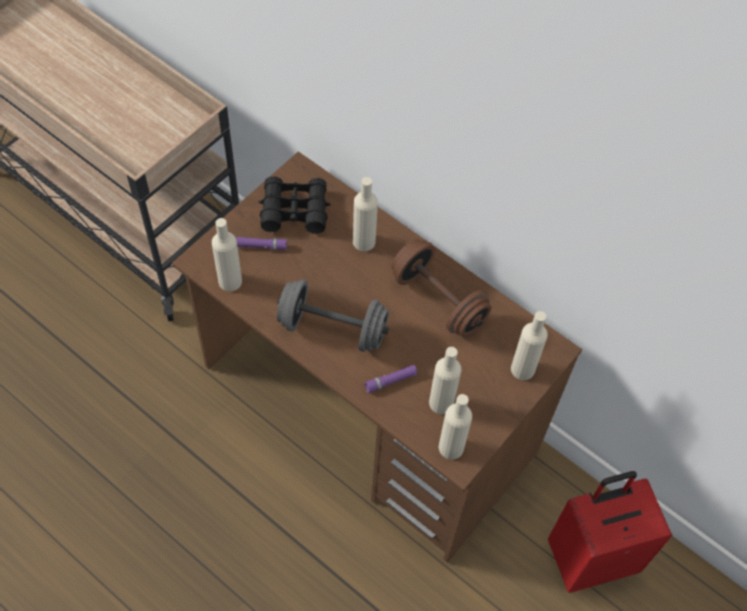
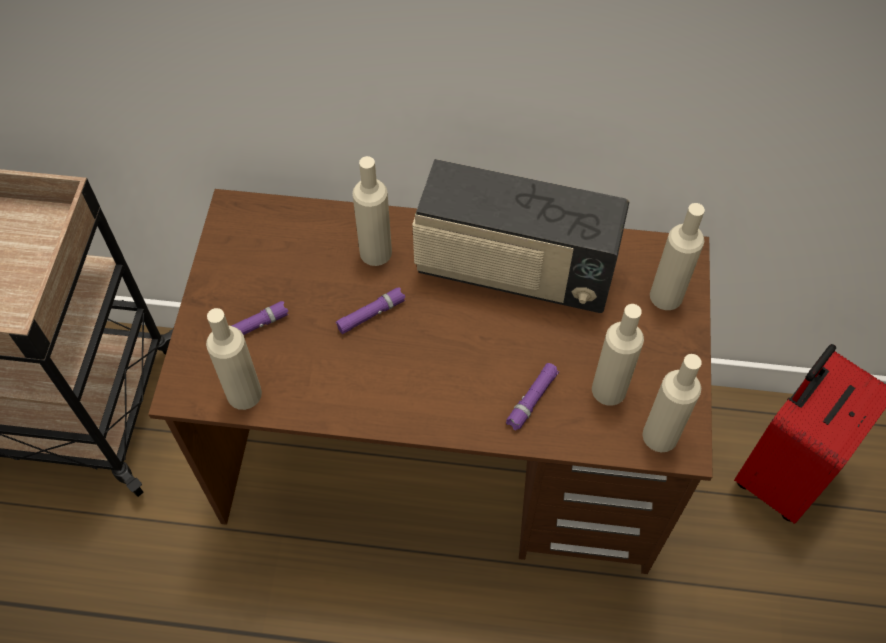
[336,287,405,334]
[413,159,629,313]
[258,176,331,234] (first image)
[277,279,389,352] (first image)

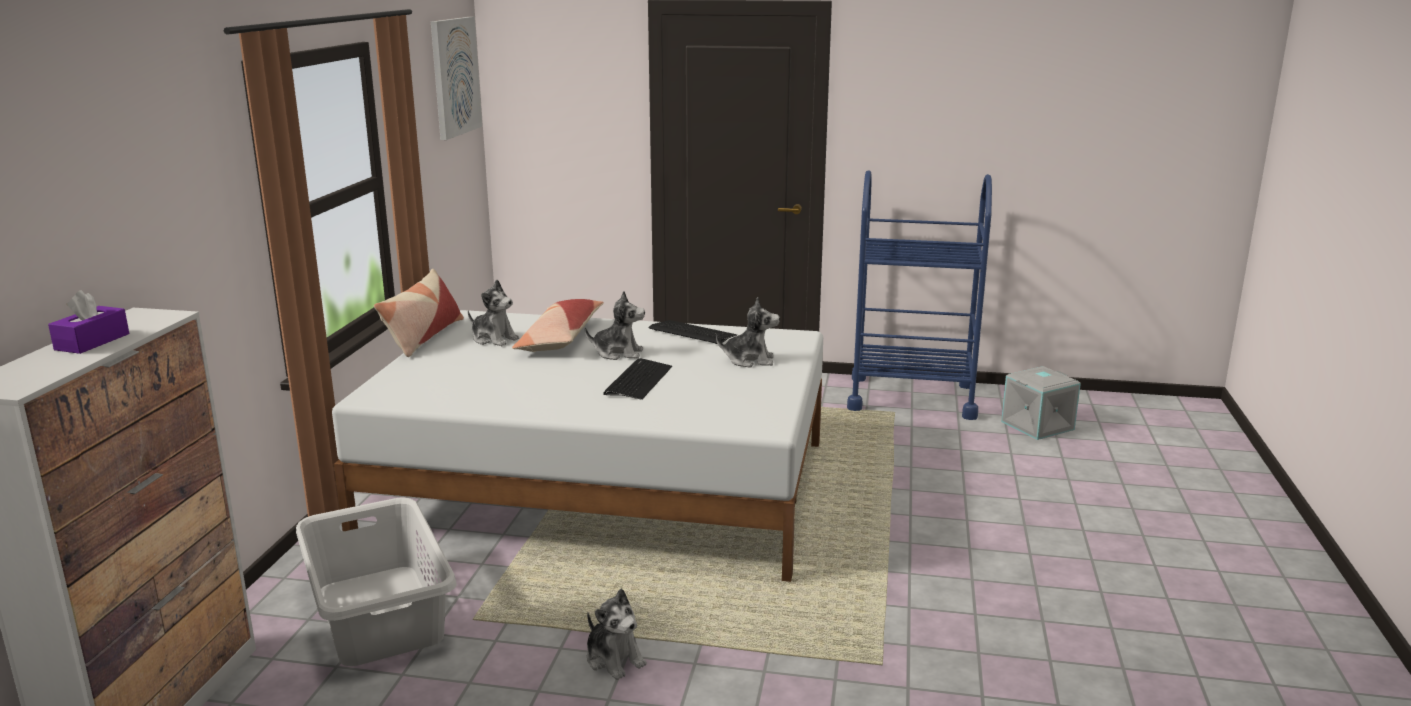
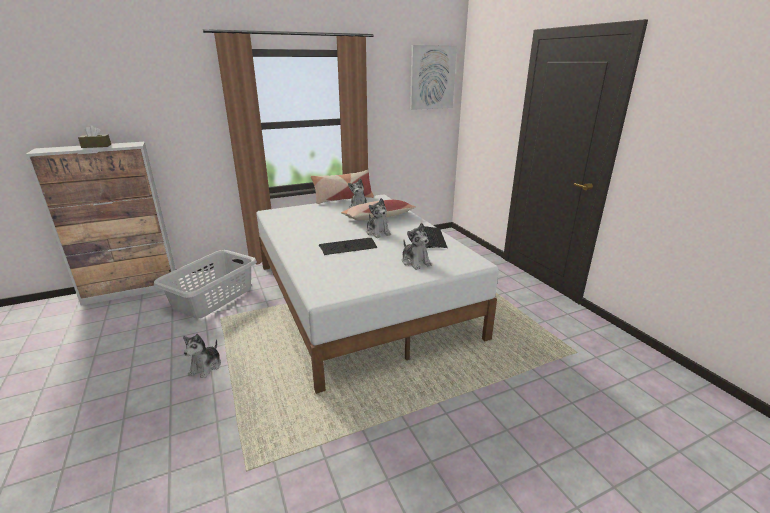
[78,125,111,148]
[847,170,992,420] (first image)
[1001,366,1081,440] (first image)

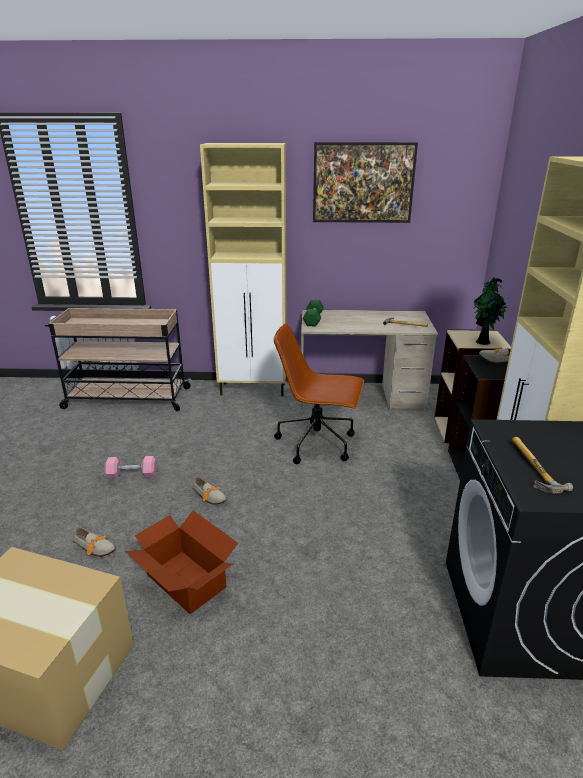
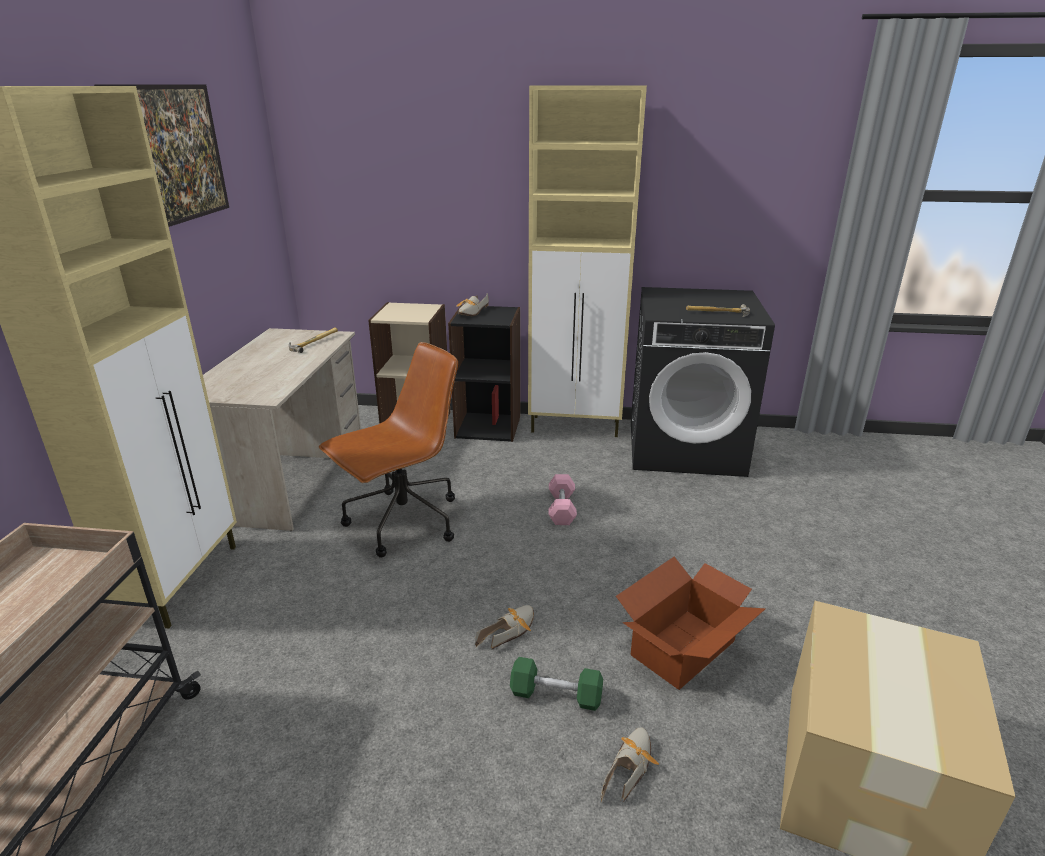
[319,342,458,558]
[510,657,603,711]
[549,474,577,525]
[474,277,507,345] (first image)

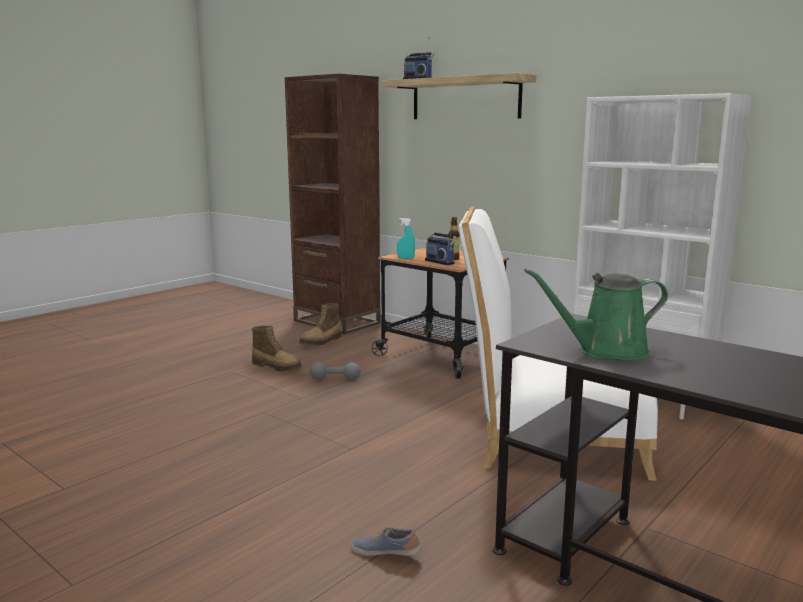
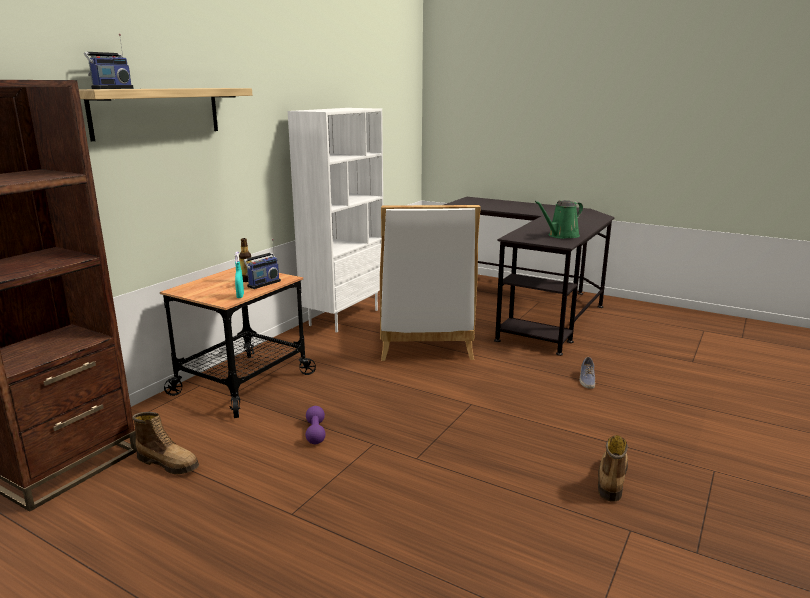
[306,406,326,444]
[535,200,583,239]
[598,435,628,502]

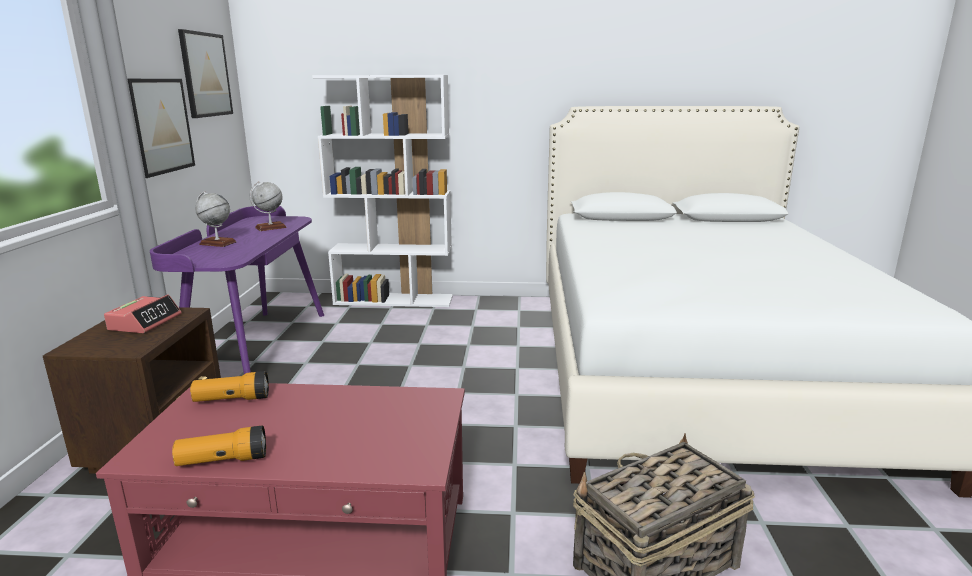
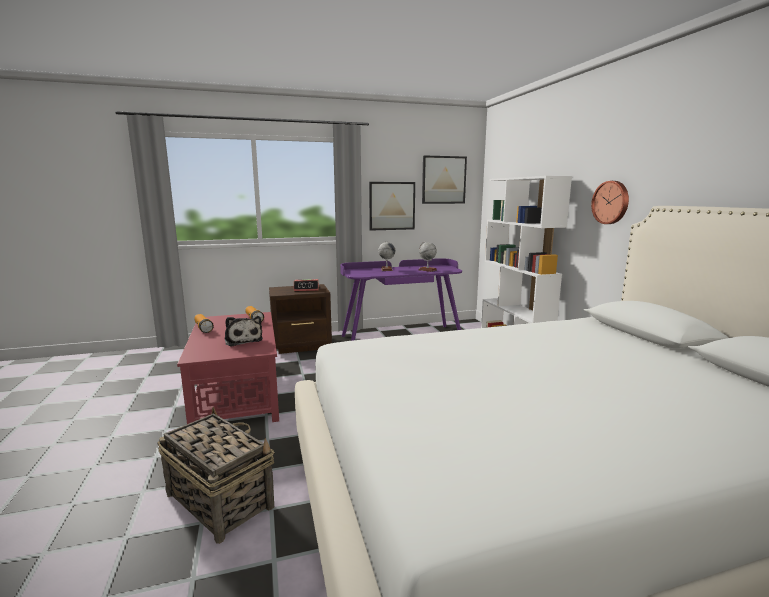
[225,316,263,347]
[591,181,629,224]

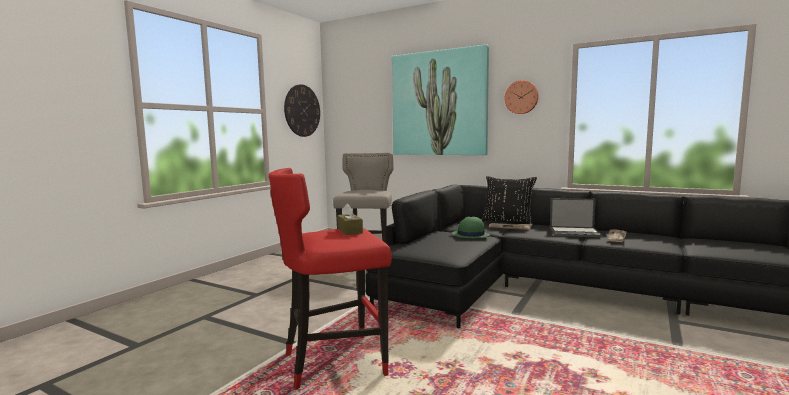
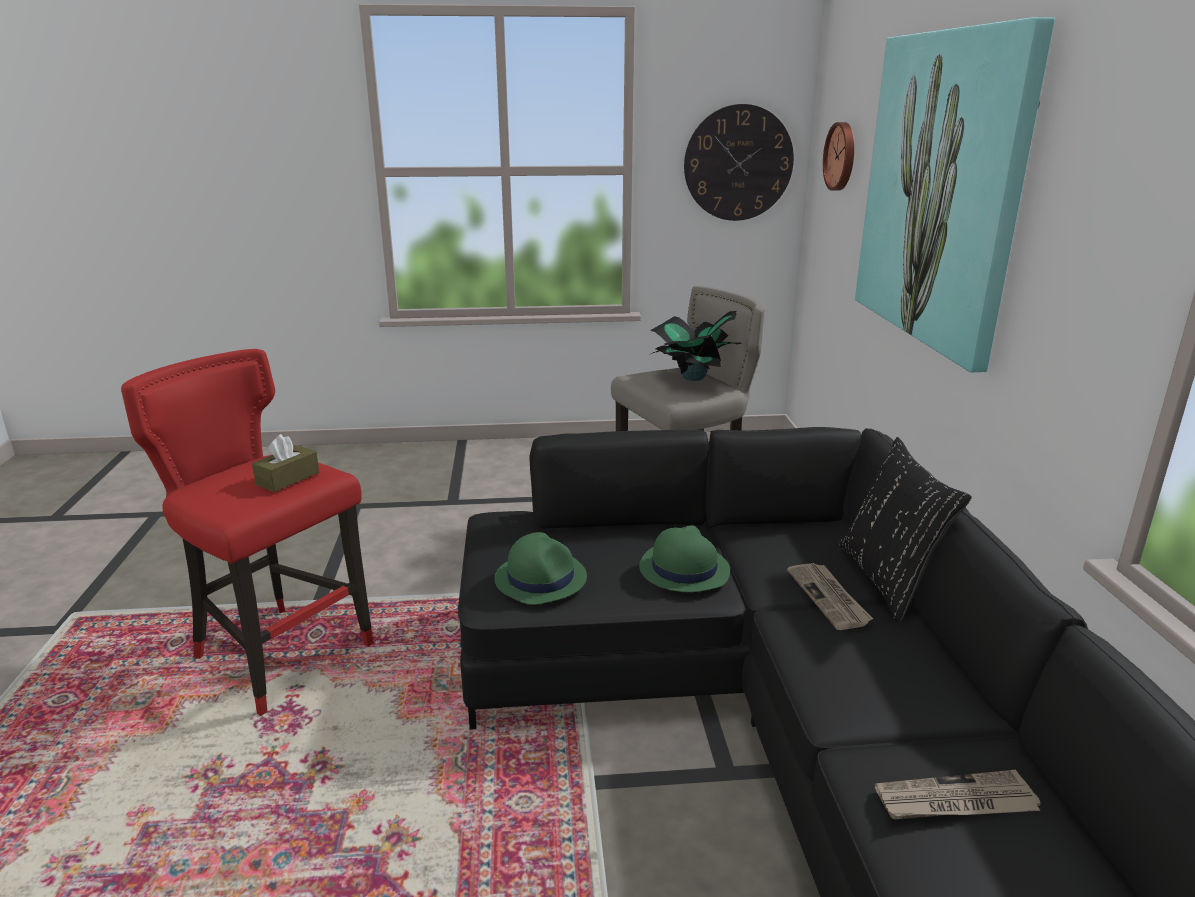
[494,532,587,605]
[649,311,742,381]
[823,122,854,191]
[550,198,603,237] (first image)

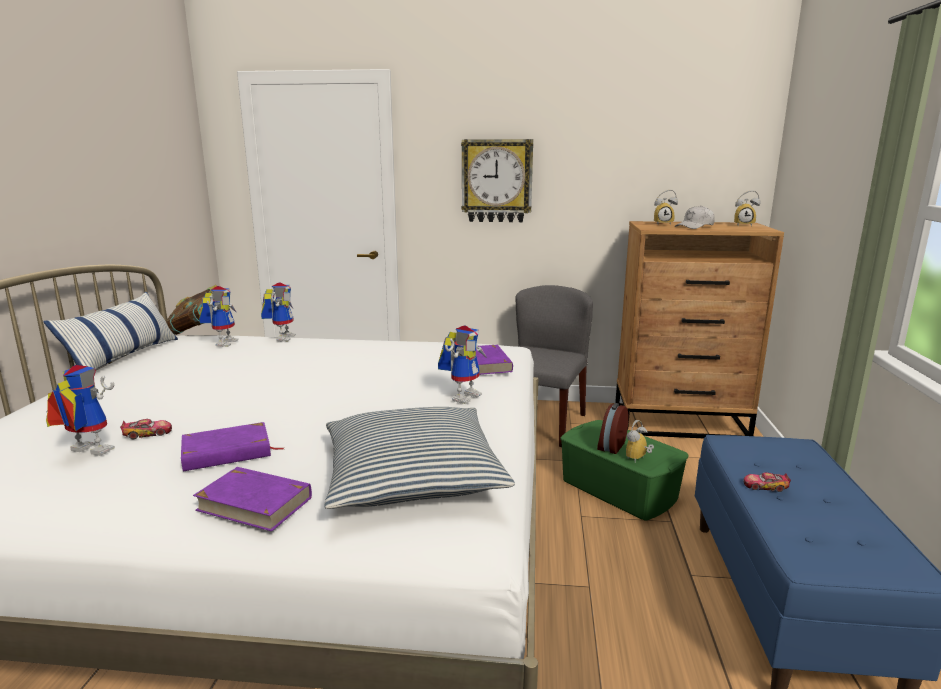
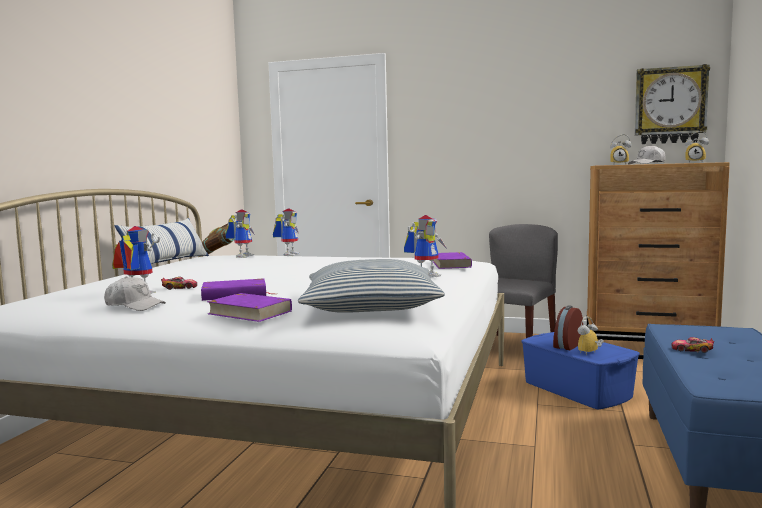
[104,276,166,311]
[521,332,640,409]
[635,64,710,144]

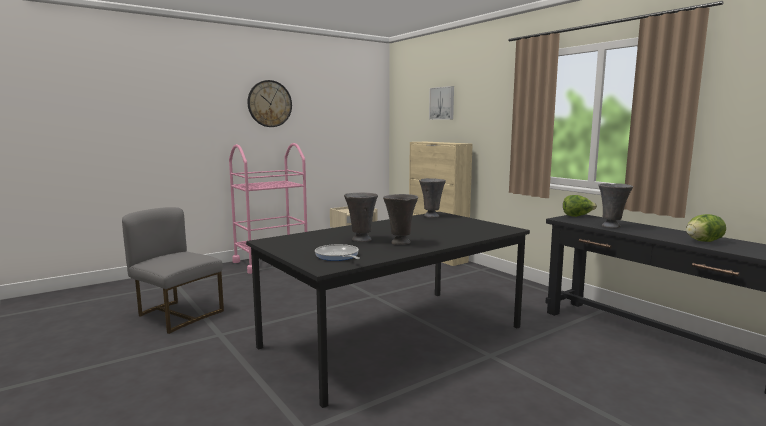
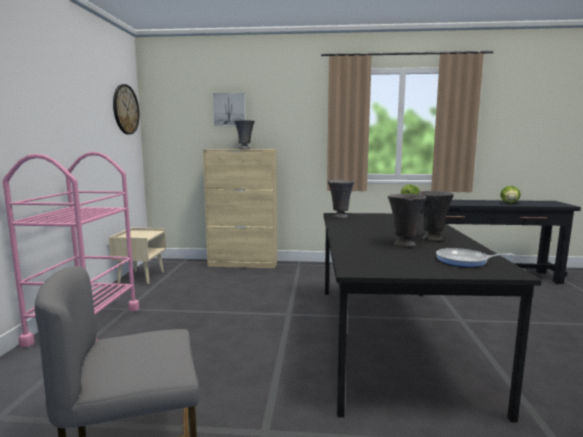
[113,84,140,135]
[234,120,255,149]

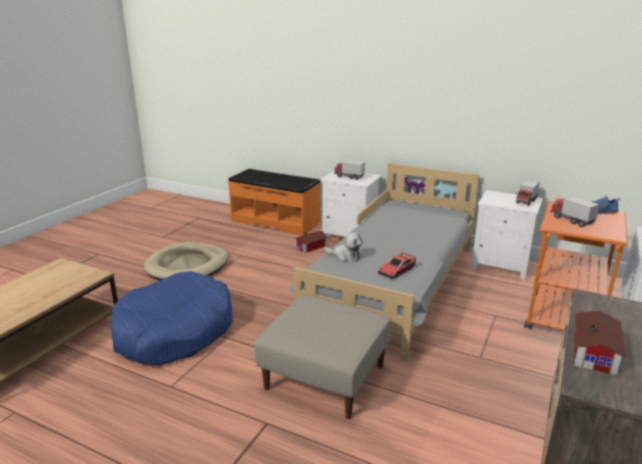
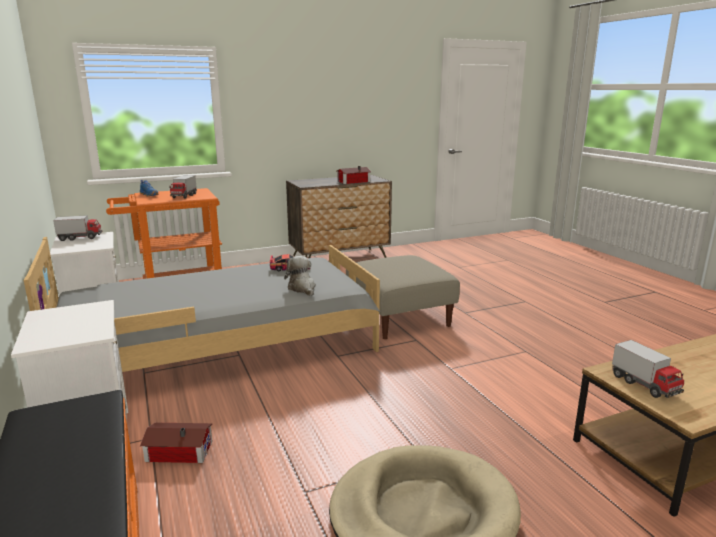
[612,340,684,398]
[111,271,233,365] (first image)

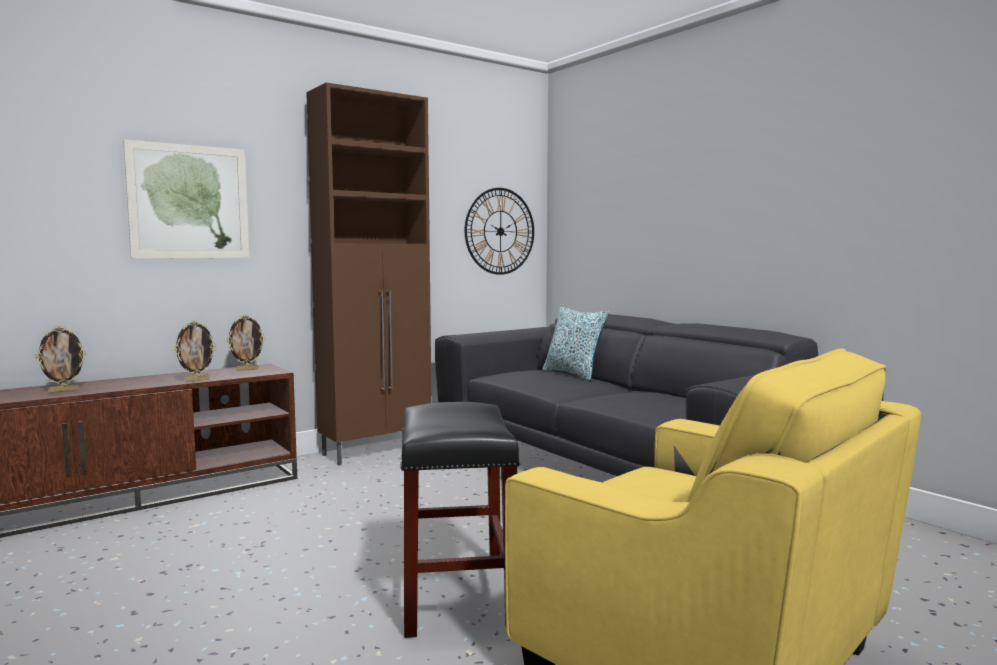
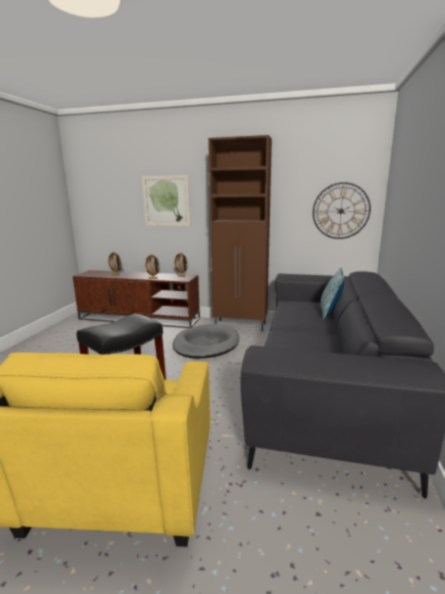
[173,324,239,359]

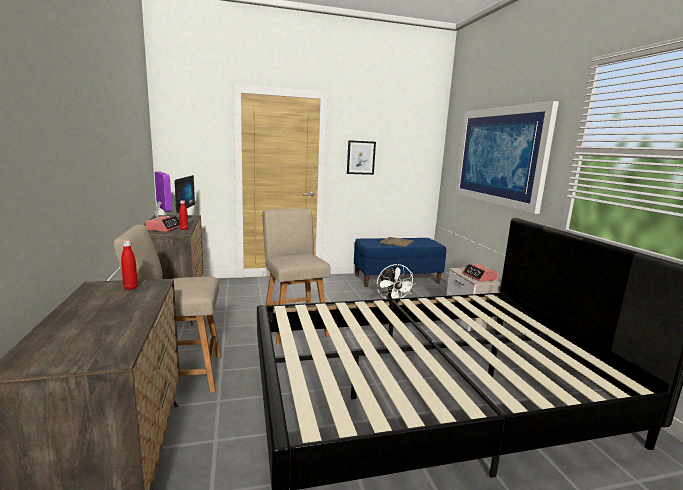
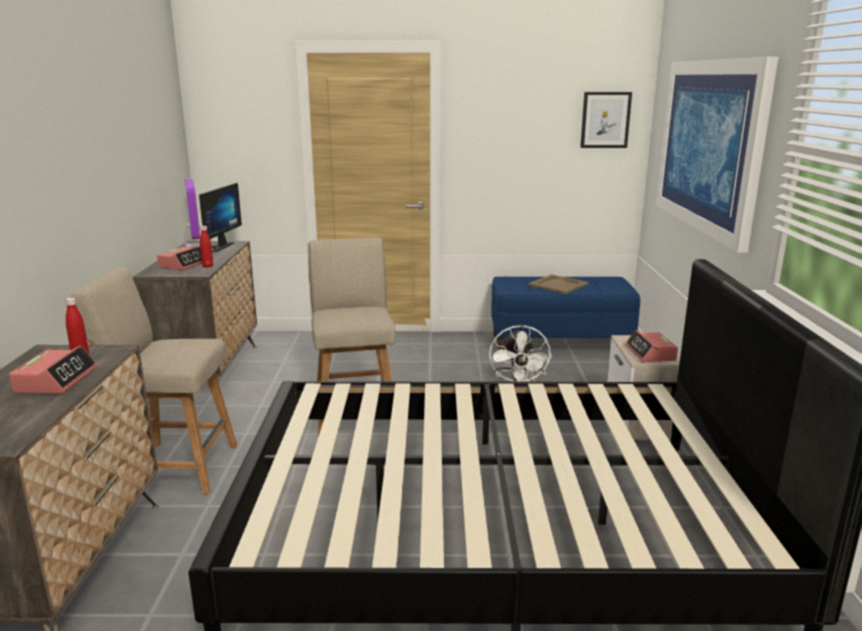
[9,346,97,394]
[580,92,632,148]

